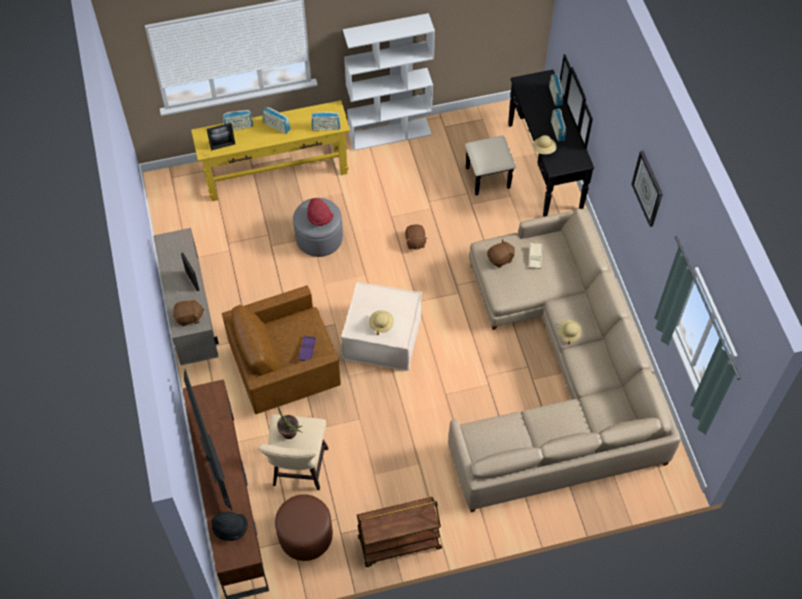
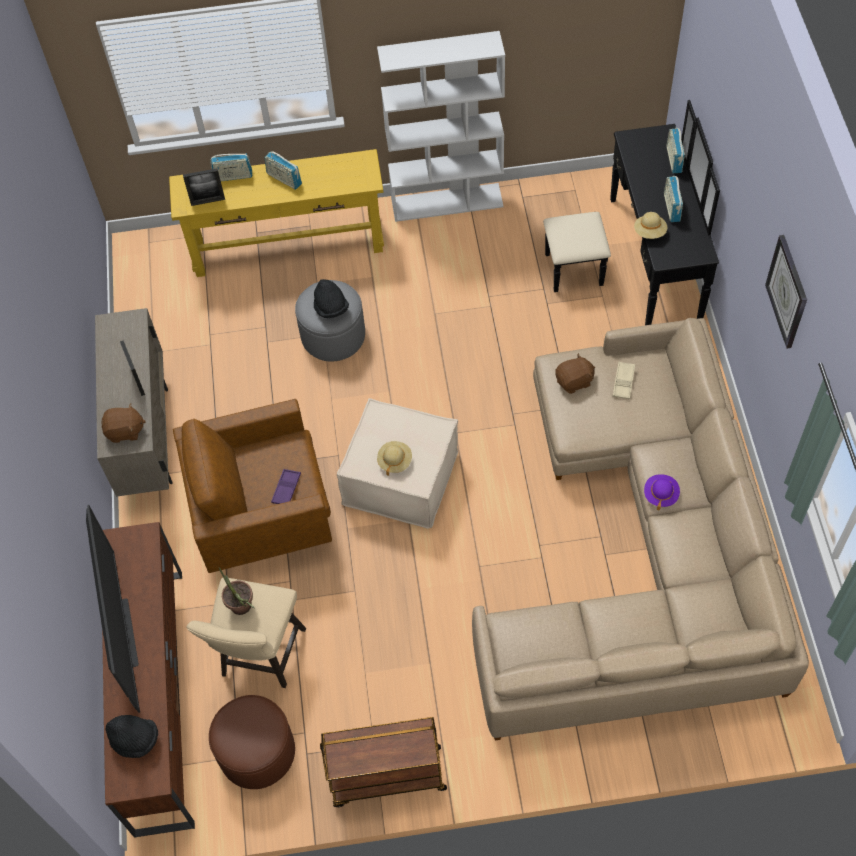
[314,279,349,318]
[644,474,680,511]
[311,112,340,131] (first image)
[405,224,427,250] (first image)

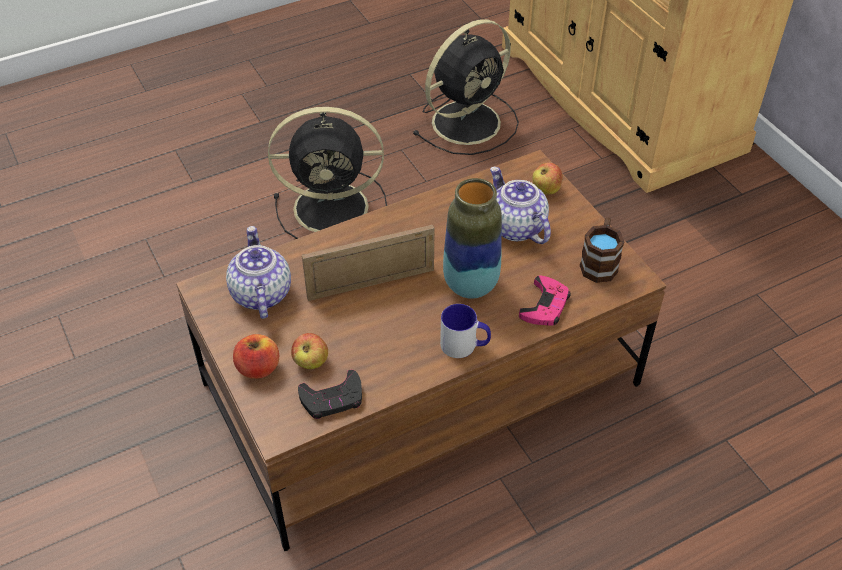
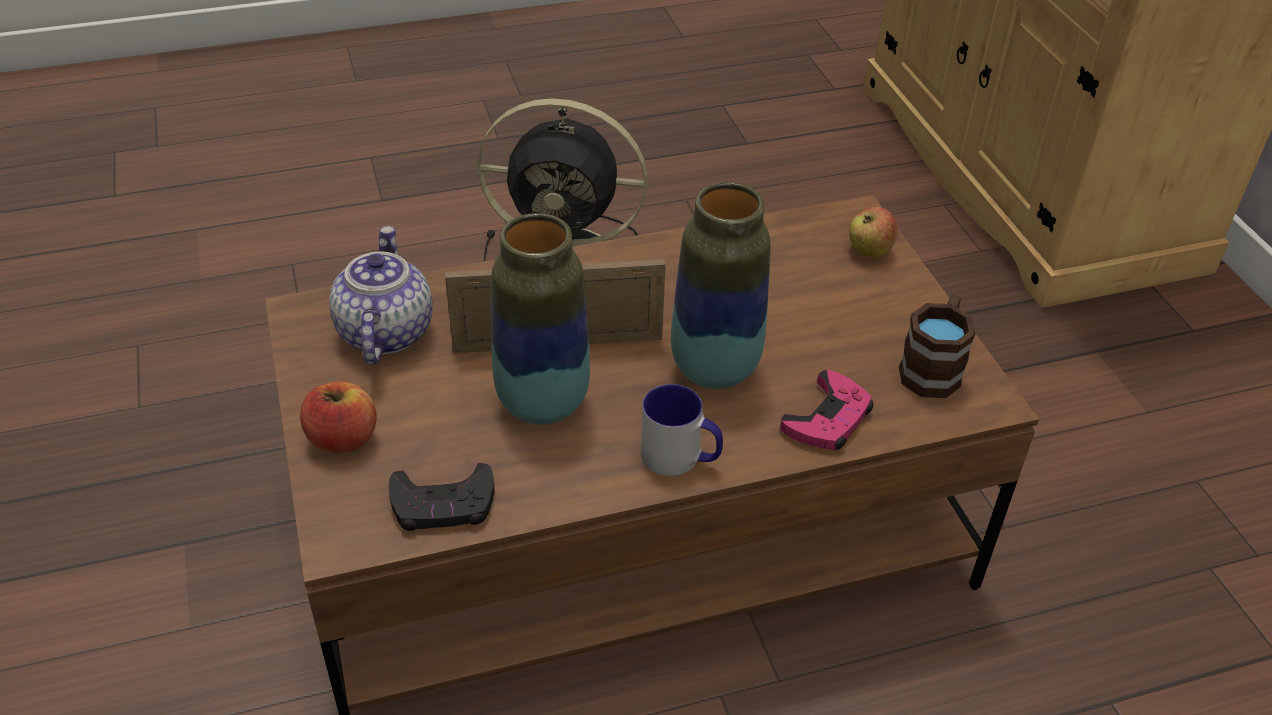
[491,213,590,425]
[291,333,328,369] (first image)
[412,19,519,155] (first image)
[490,167,551,244] (first image)

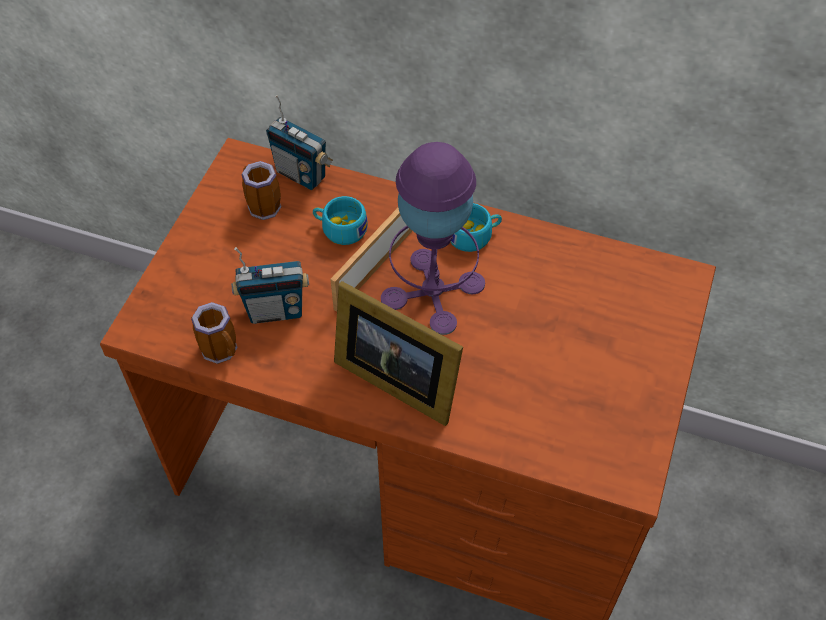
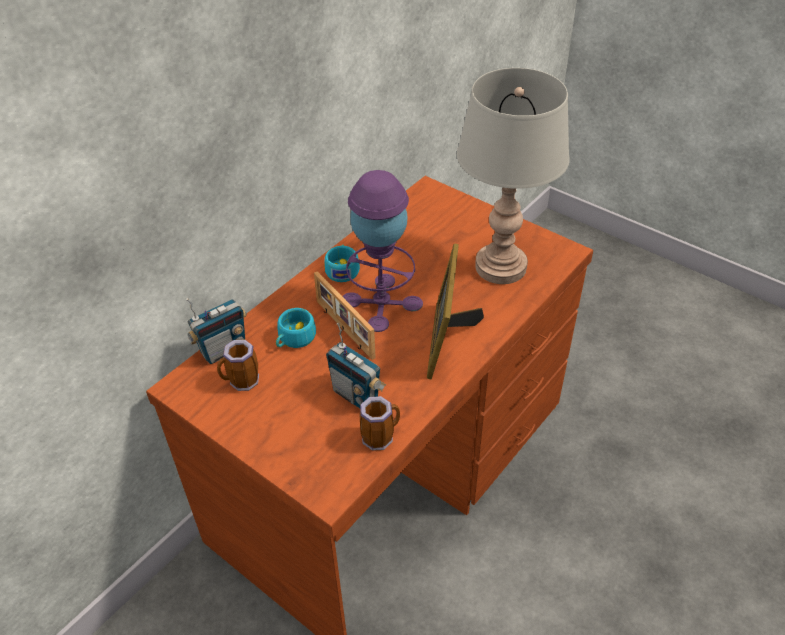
[326,323,386,408]
[427,244,484,379]
[457,68,570,284]

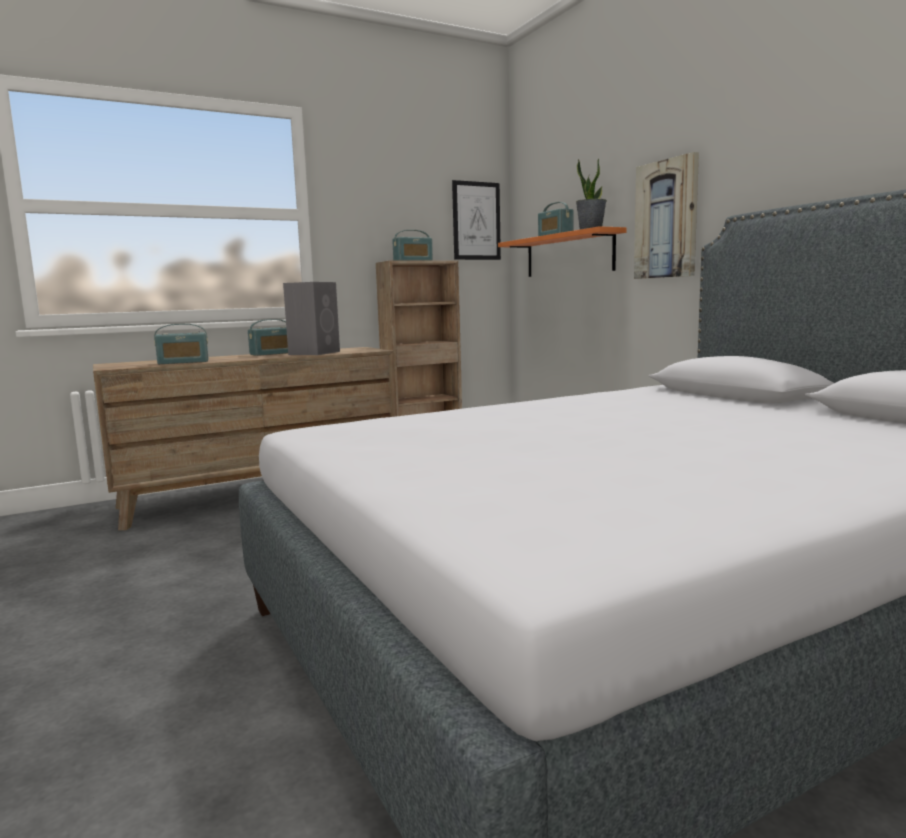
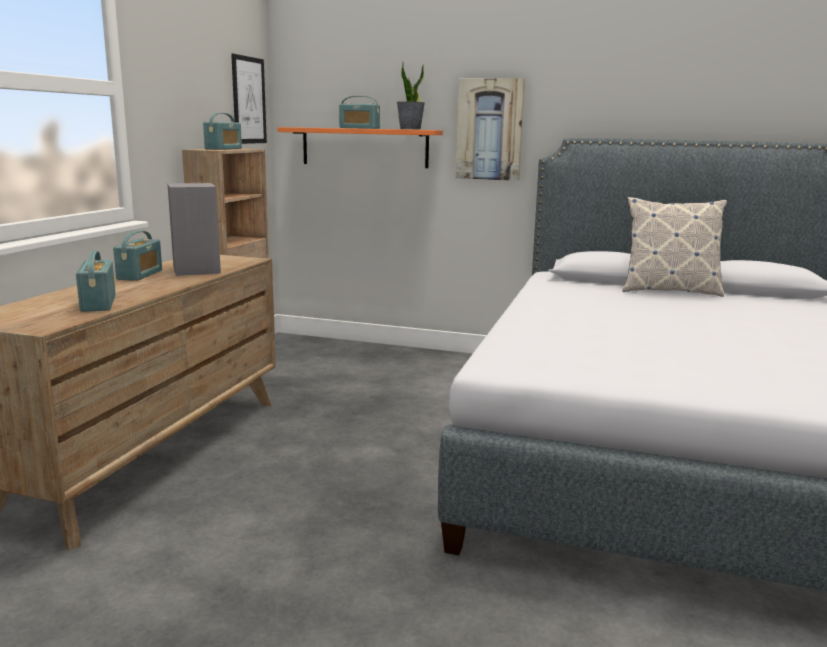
[76,251,116,312]
[622,197,727,297]

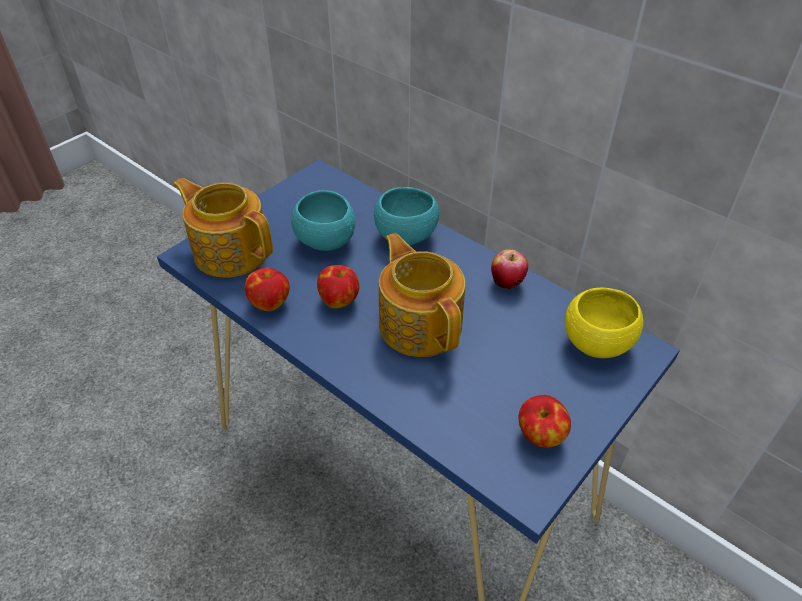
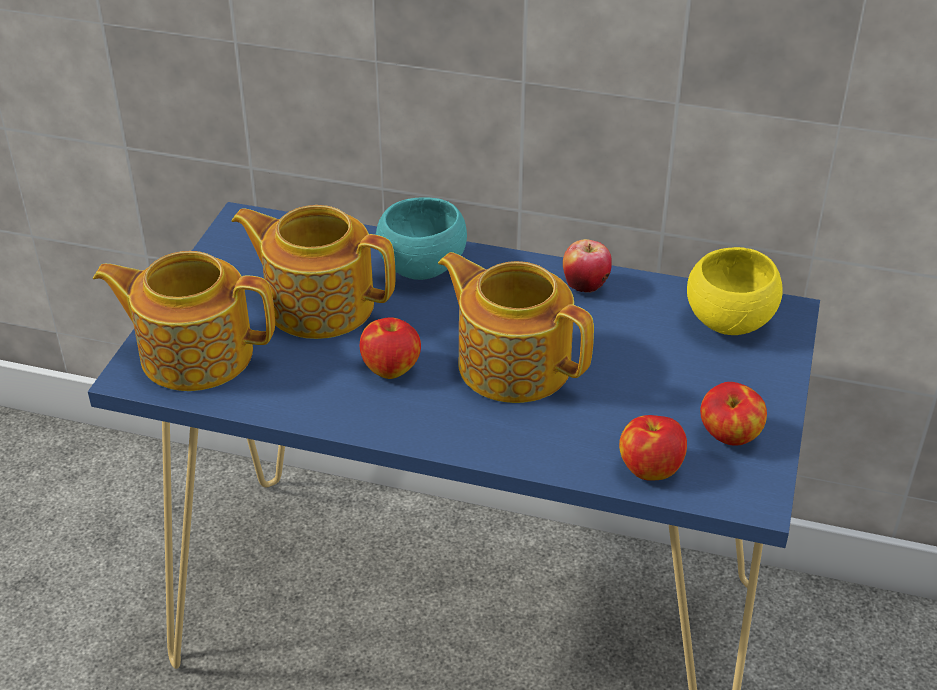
[231,205,395,339]
[619,415,687,480]

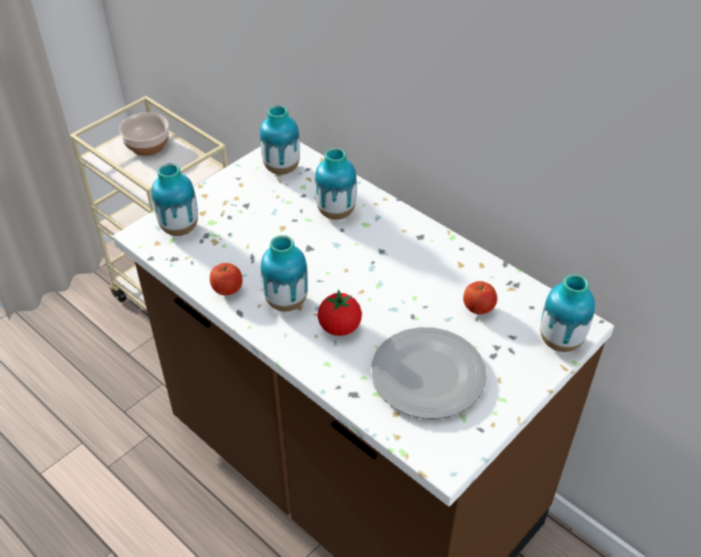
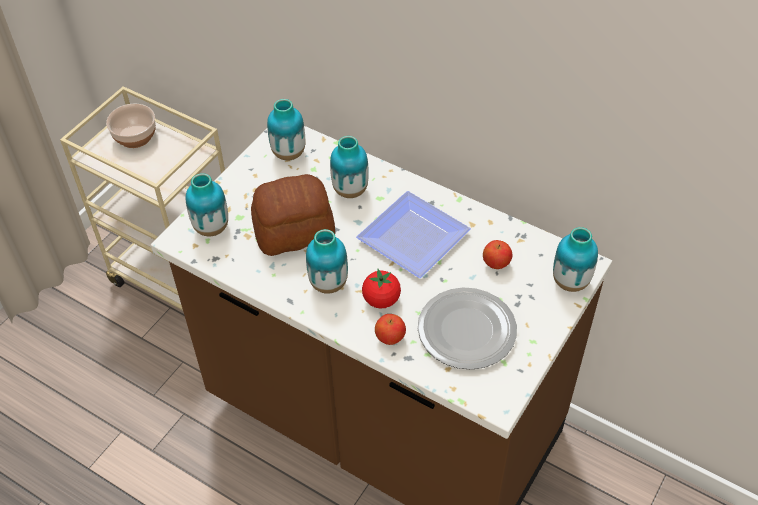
[251,174,335,256]
[356,191,471,278]
[375,314,406,345]

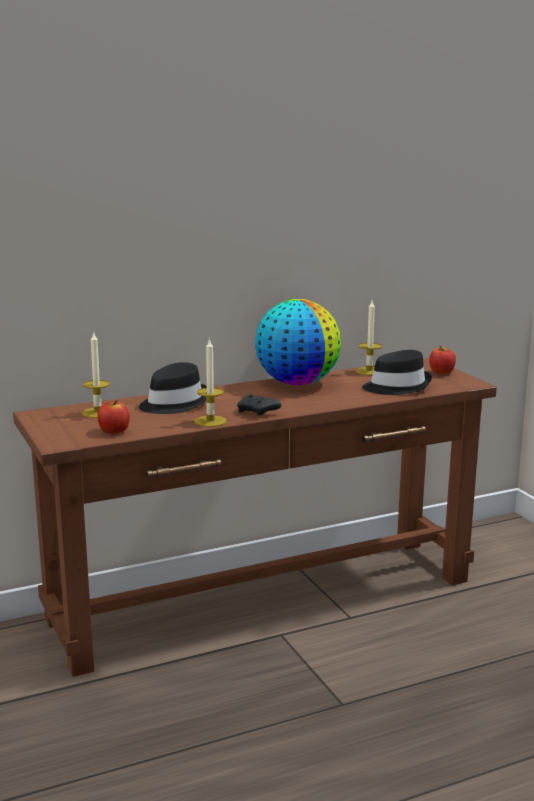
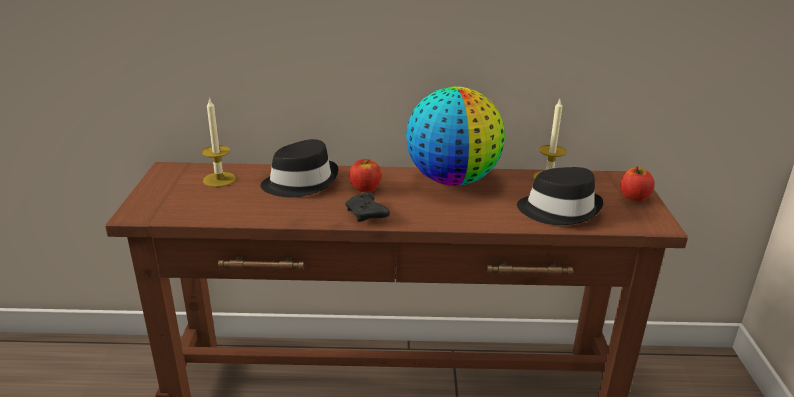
[350,159,381,192]
[195,338,227,427] (first image)

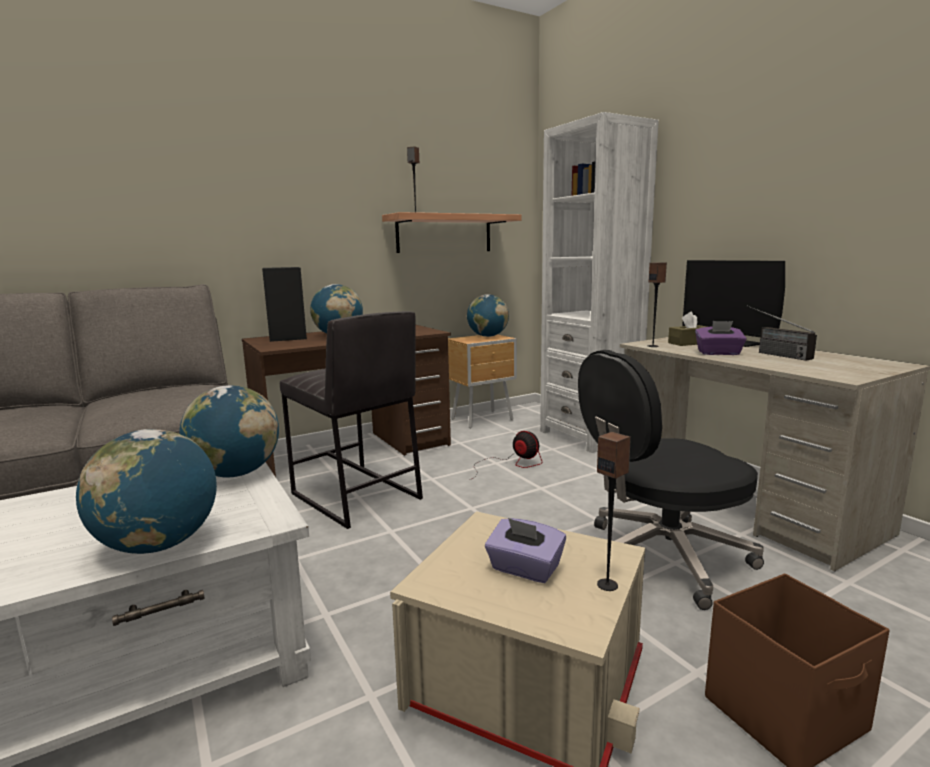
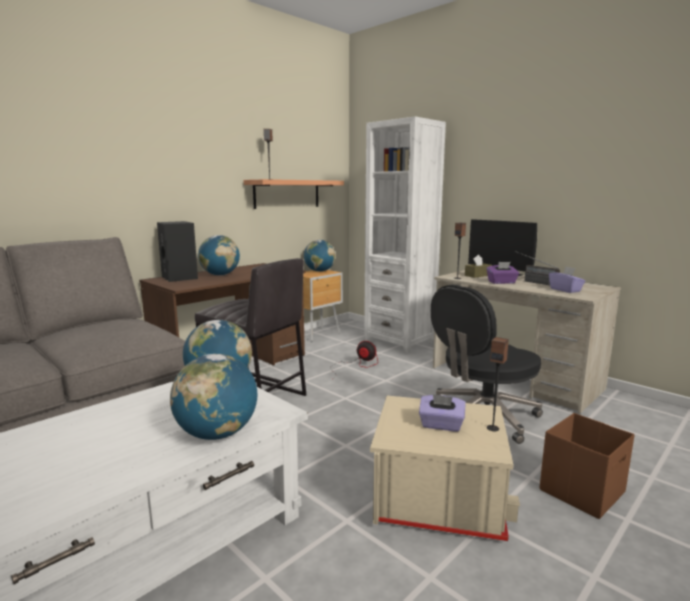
[549,266,585,293]

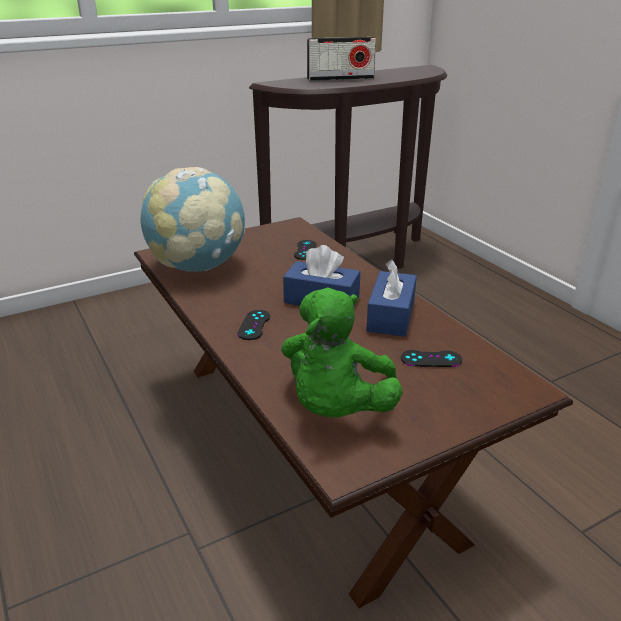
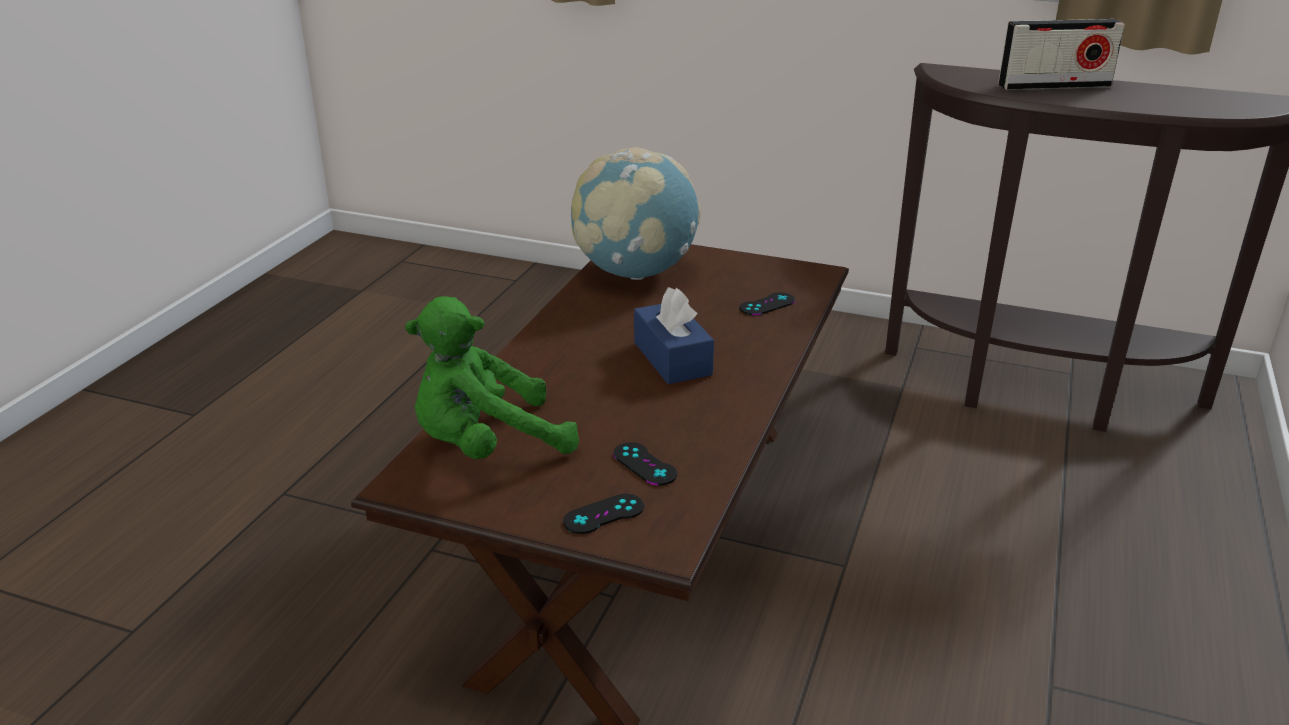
[563,494,644,534]
[998,19,1125,90]
[366,260,417,337] (first image)

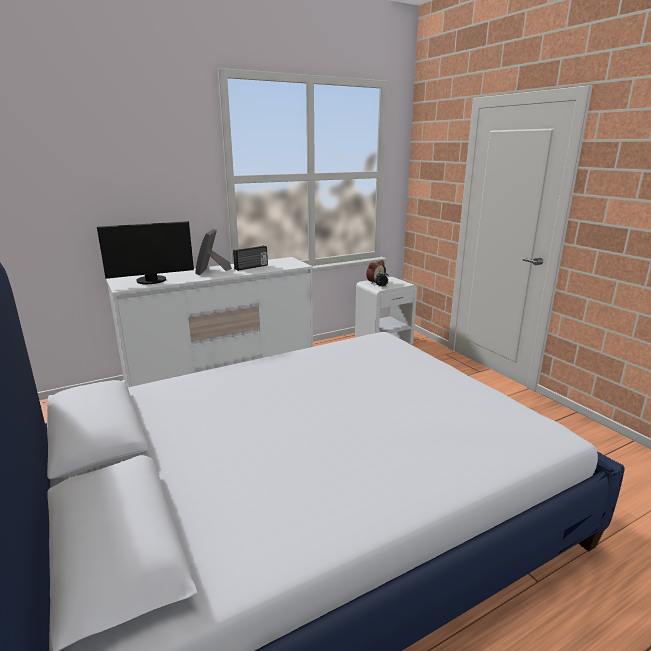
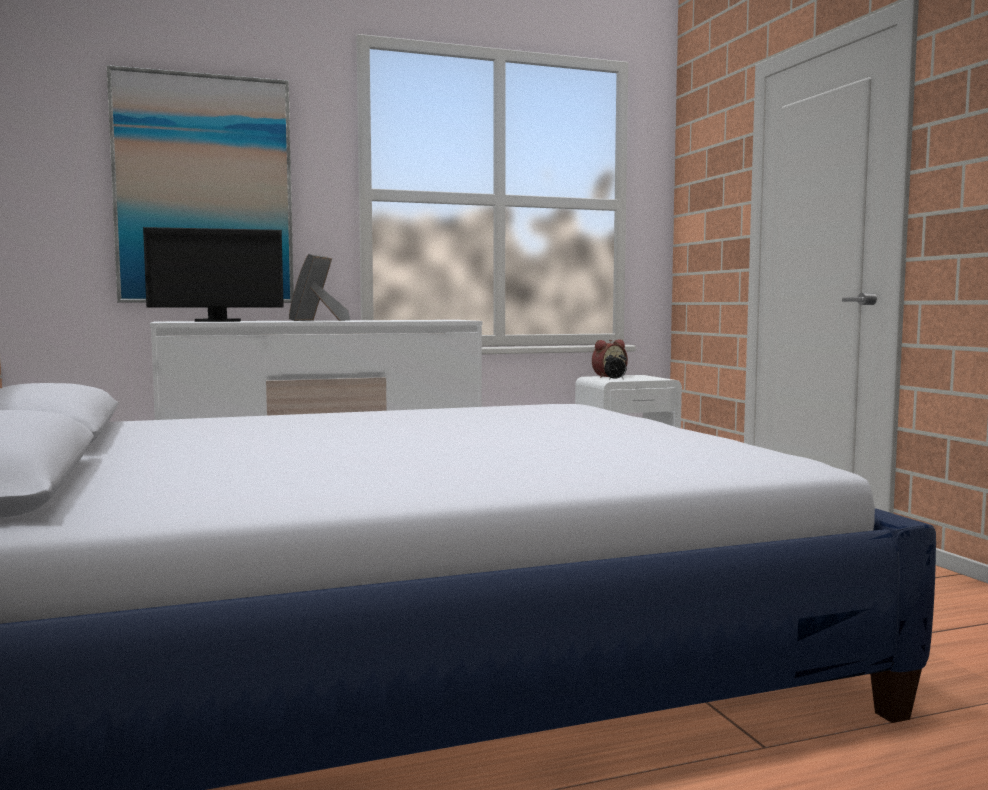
[107,65,294,303]
[233,246,268,271] (first image)

